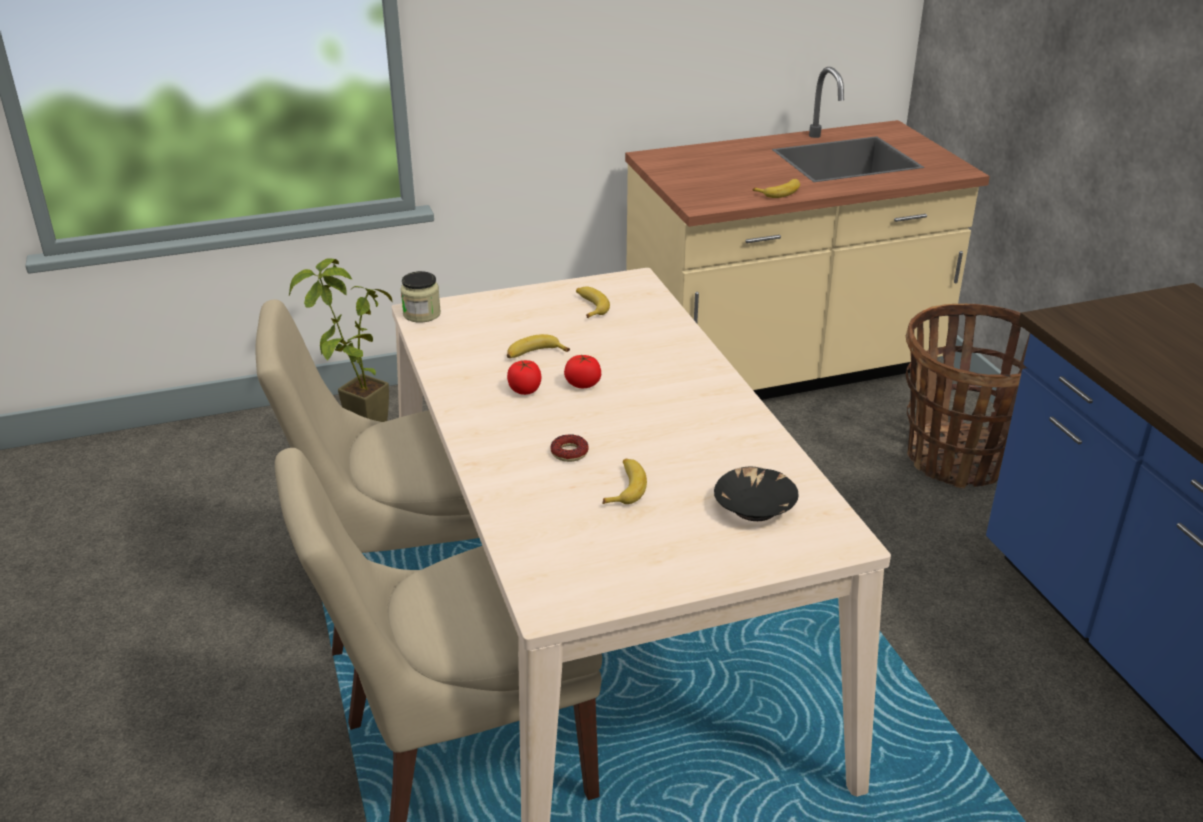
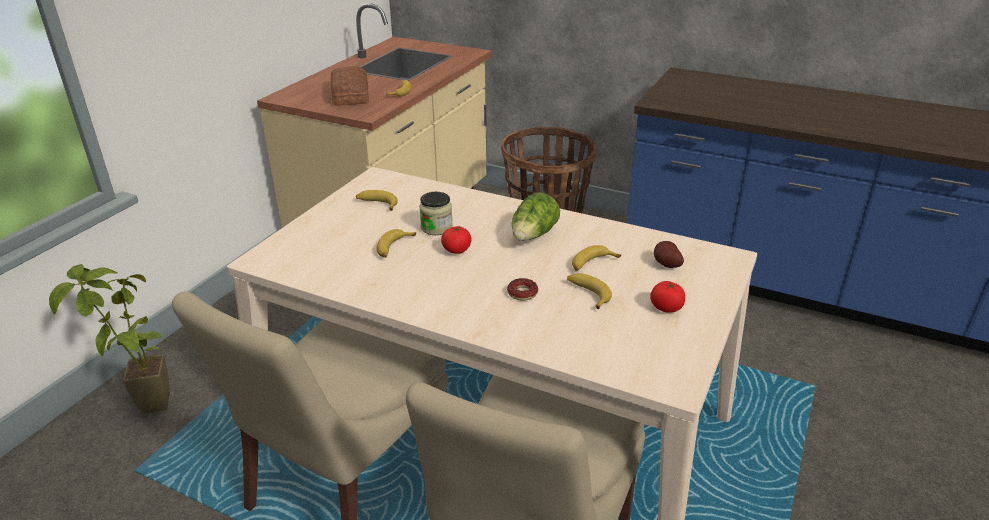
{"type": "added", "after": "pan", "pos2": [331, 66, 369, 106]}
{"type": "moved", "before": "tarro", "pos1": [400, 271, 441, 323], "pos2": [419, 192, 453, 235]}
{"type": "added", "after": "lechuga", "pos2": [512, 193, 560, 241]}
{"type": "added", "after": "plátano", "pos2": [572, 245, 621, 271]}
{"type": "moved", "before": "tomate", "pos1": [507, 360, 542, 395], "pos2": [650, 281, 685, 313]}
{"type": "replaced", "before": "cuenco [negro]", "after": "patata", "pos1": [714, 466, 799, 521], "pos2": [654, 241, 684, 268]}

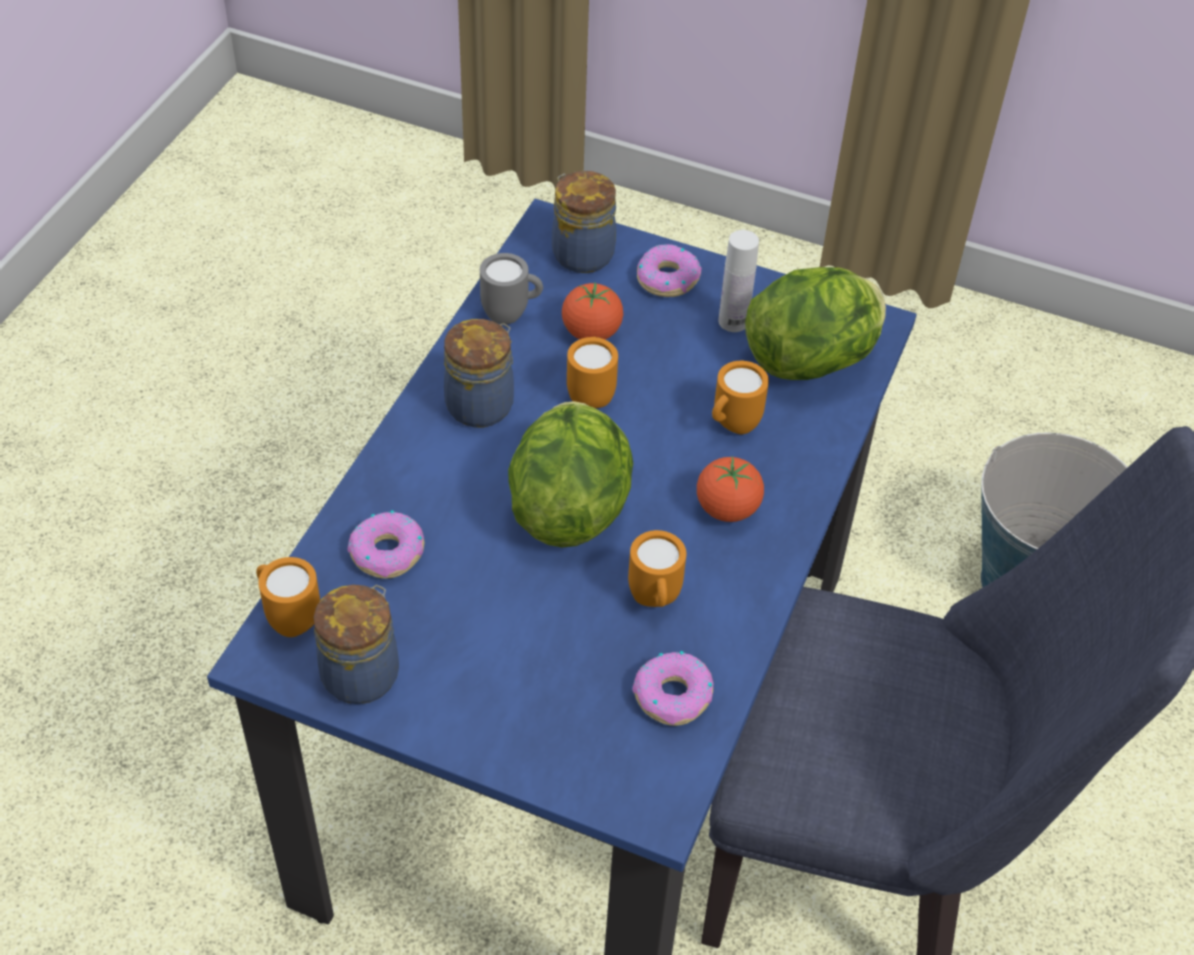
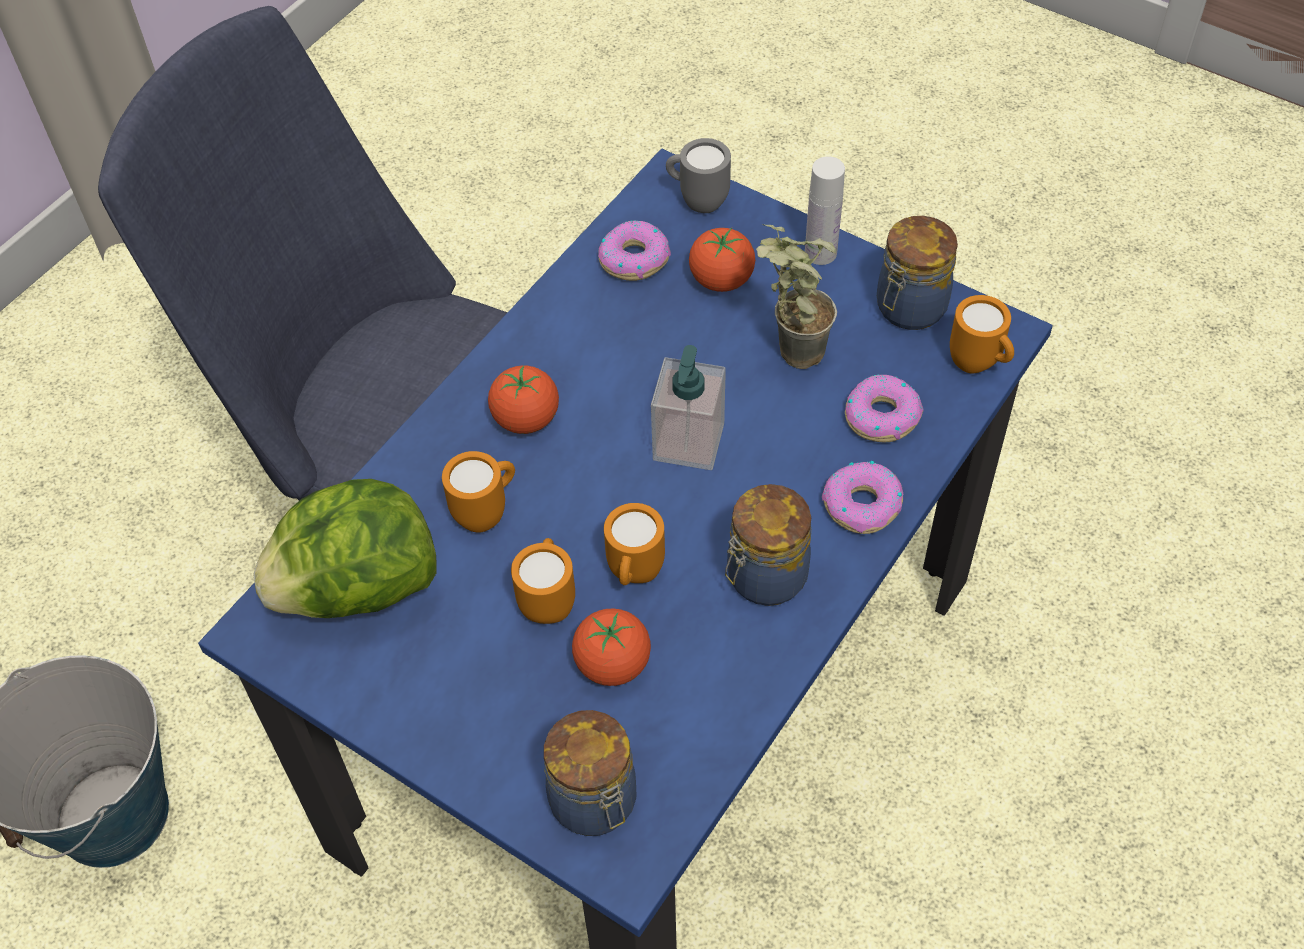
{"type": "moved", "before": "taza grande [naranja]", "pos1": [628, 530, 686, 607], "pos2": [511, 538, 575, 624]}
{"type": "replaced", "before": "lechuga", "after": "dispensador de jabón", "pos1": [508, 401, 633, 547], "pos2": [651, 345, 726, 470]}
{"type": "moved", "before": "taza grande [gris]", "pos1": [480, 253, 543, 324], "pos2": [666, 138, 731, 213]}
{"type": "added", "after": "tomate", "pos2": [689, 228, 755, 292]}
{"type": "added", "after": "planta en maceta", "pos2": [756, 224, 837, 369]}
{"type": "moved", "before": "botella [blanco]", "pos1": [718, 230, 759, 332], "pos2": [805, 156, 845, 265]}
{"type": "moved", "before": "rosquilla", "pos1": [637, 244, 702, 297], "pos2": [822, 461, 903, 534]}

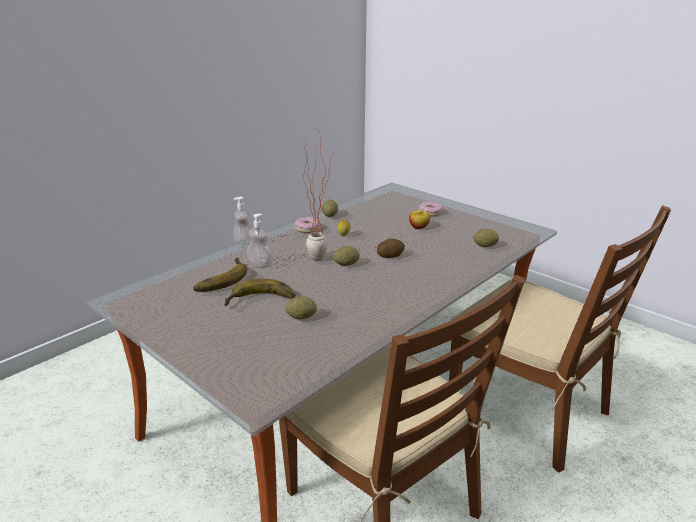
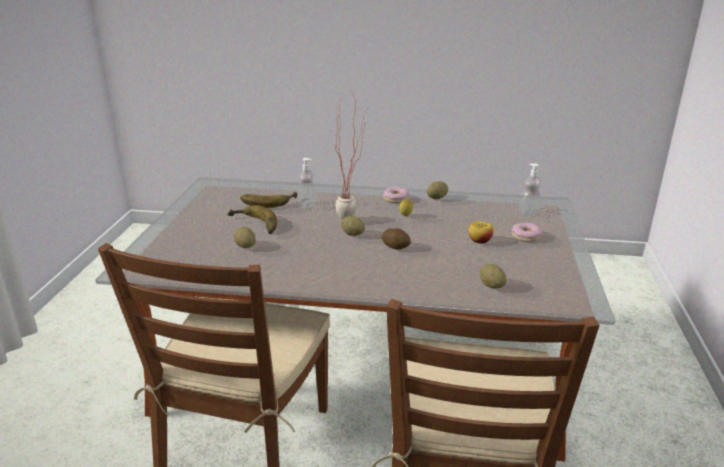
{"type": "moved", "before": "dispensador de jabón", "pos1": [233, 197, 252, 248], "pos2": [519, 164, 542, 215]}

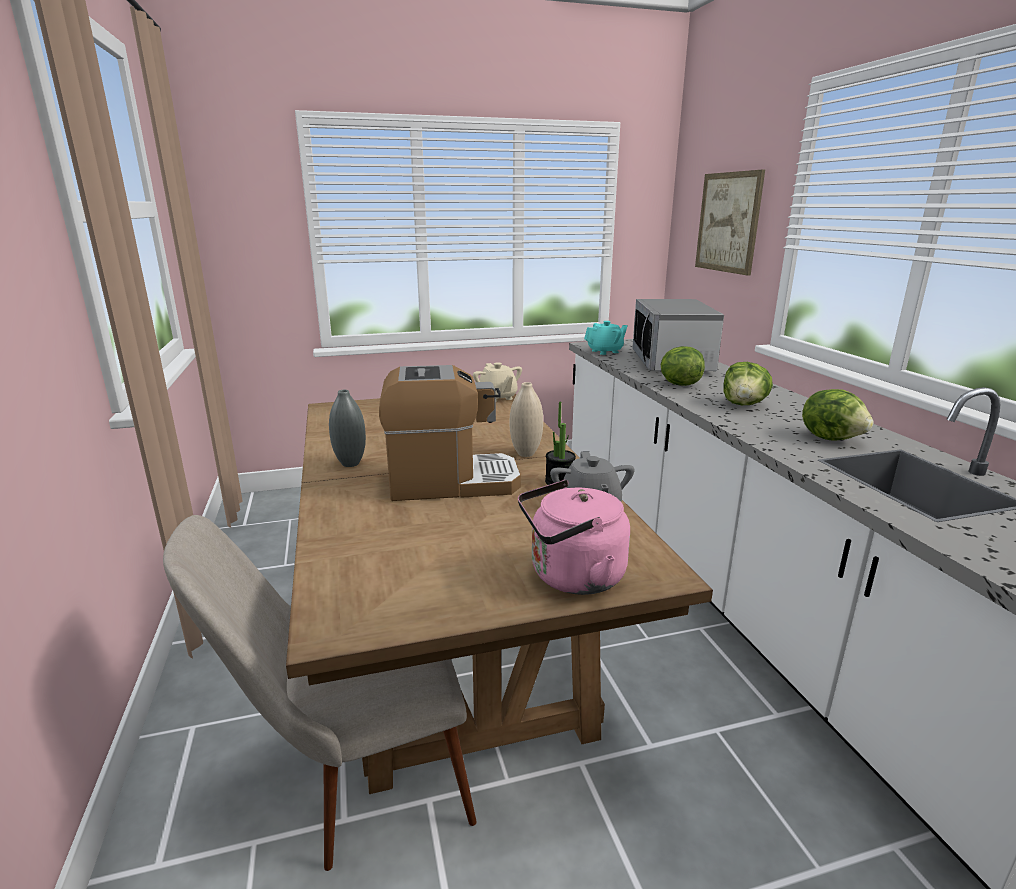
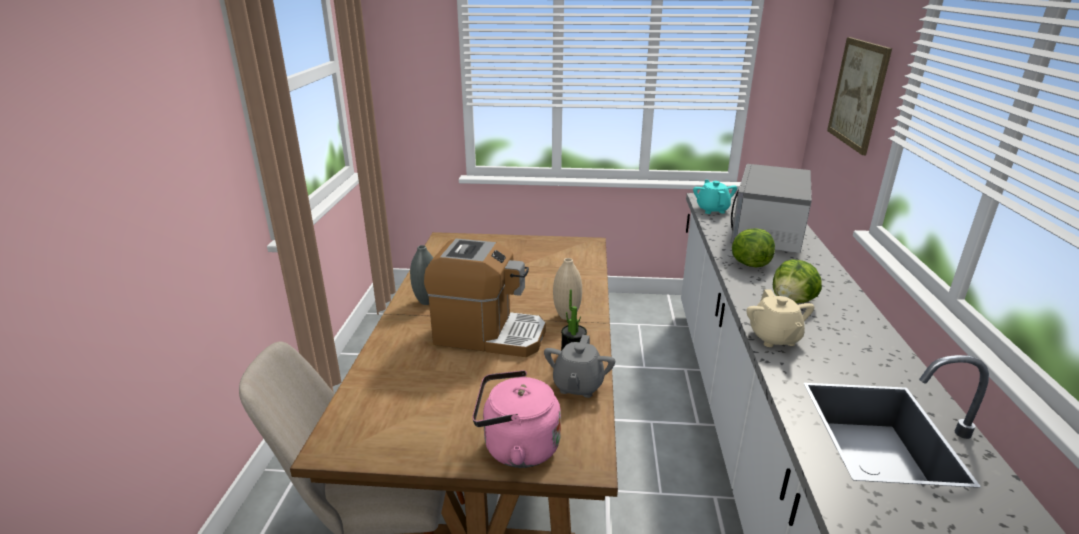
{"type": "turned", "before": "tetera [turquesa]", "pos1": [584, 321, 628, 355], "pos2": [693, 180, 737, 214], "turn": -90}
{"type": "moved", "before": "tetera [beis]", "pos1": [473, 362, 522, 402], "pos2": [747, 289, 814, 347]}
{"type": "removed", "before": "lechuga", "pos1": [802, 389, 873, 441]}

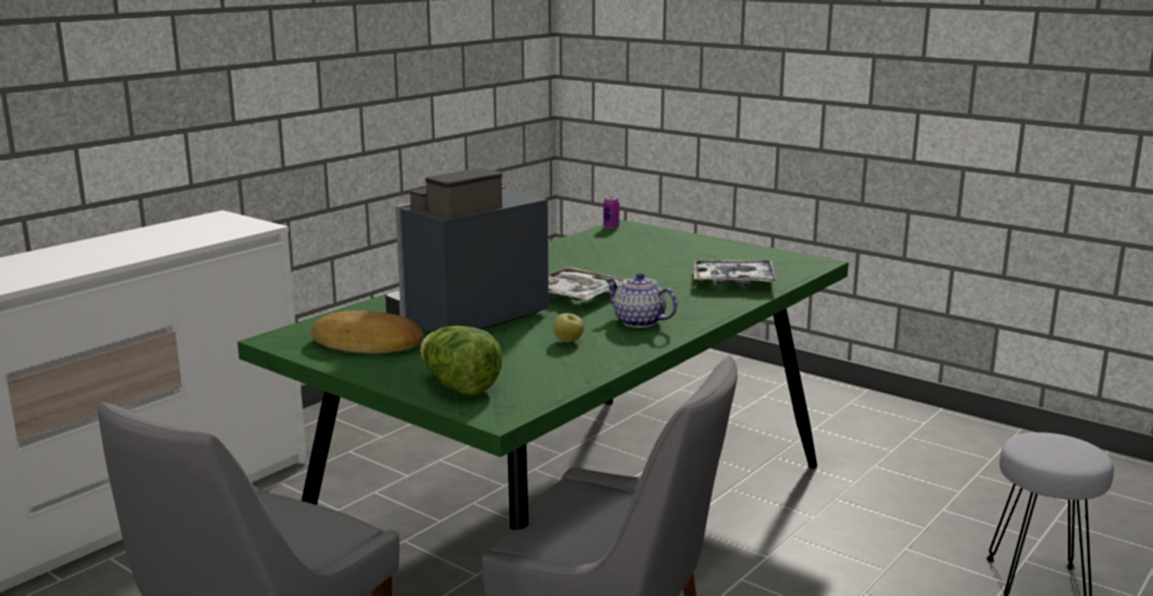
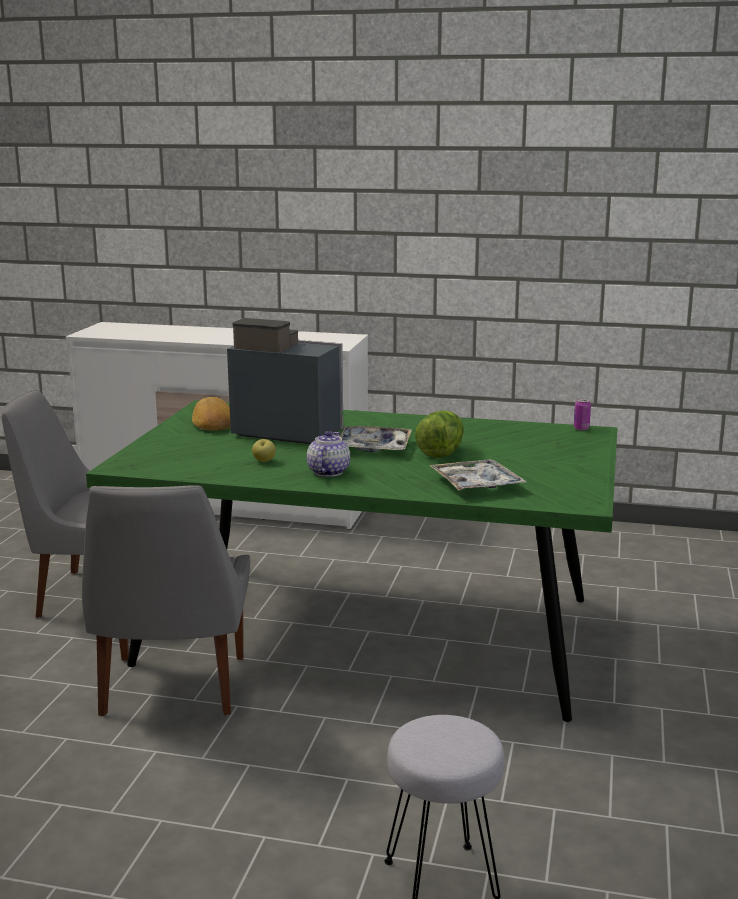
{"type": "moved", "before": "lechuga", "pos1": [420, 326, 502, 397], "pos2": [415, 410, 464, 458]}

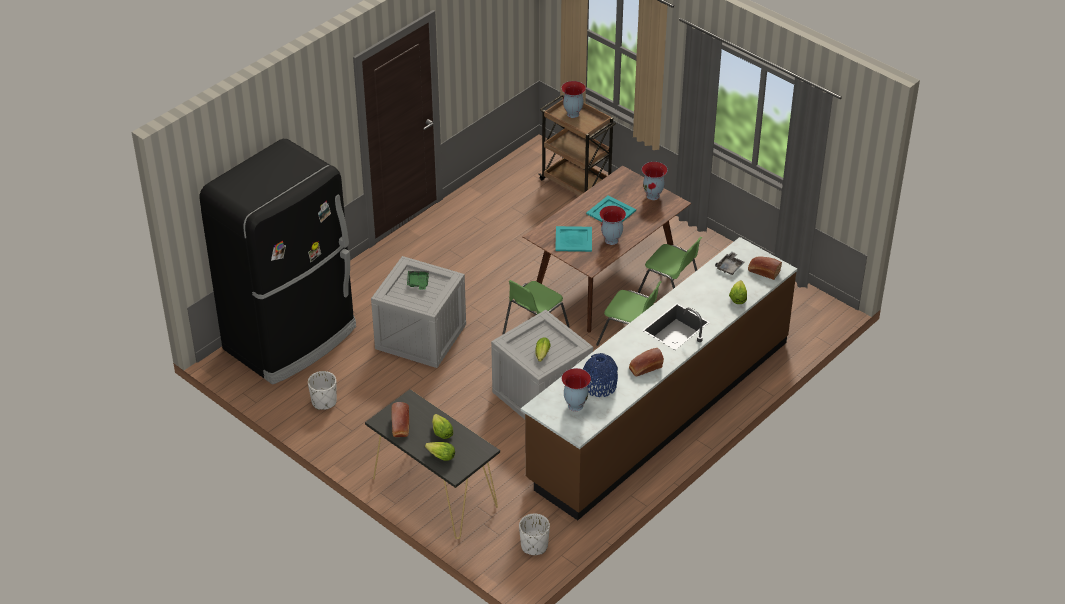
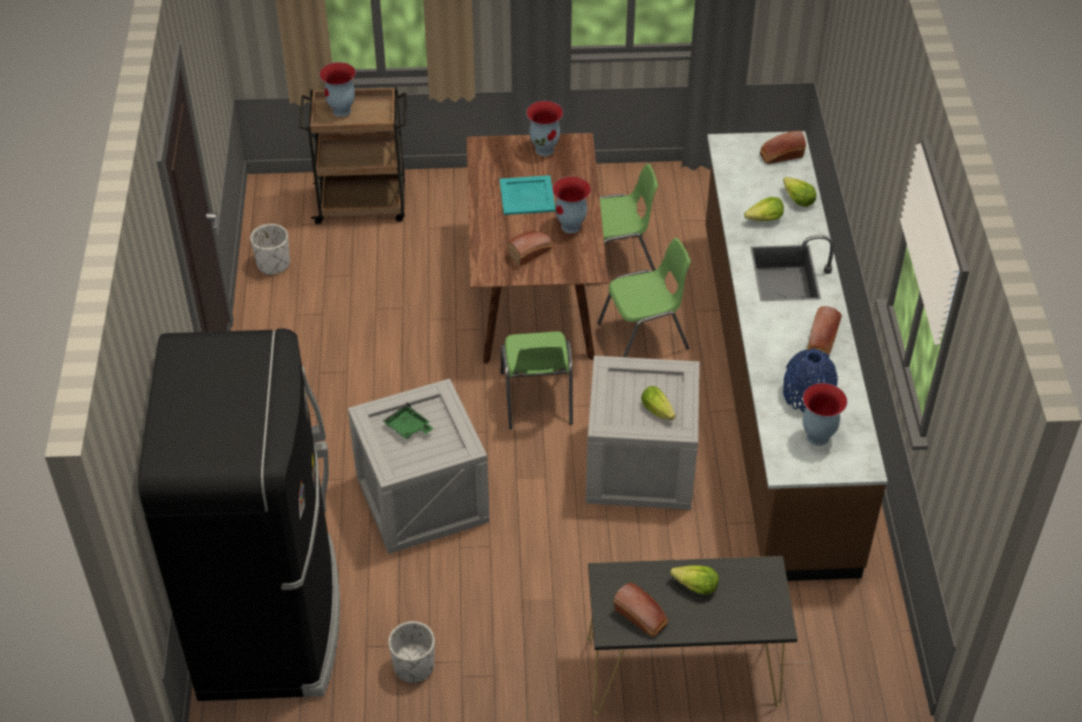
{"type": "moved", "before": "maceta [blanco]", "pos1": [519, 513, 550, 555], "pos2": [250, 224, 290, 275]}
{"type": "replaced", "before": "bandeja [turquesa]", "after": "pan", "pos1": [555, 226, 592, 252], "pos2": [507, 231, 552, 266]}
{"type": "moved", "before": "lechuga", "pos1": [425, 442, 455, 461], "pos2": [744, 197, 784, 221]}
{"type": "removed", "before": "bandeja [gris]", "pos1": [715, 252, 744, 275]}

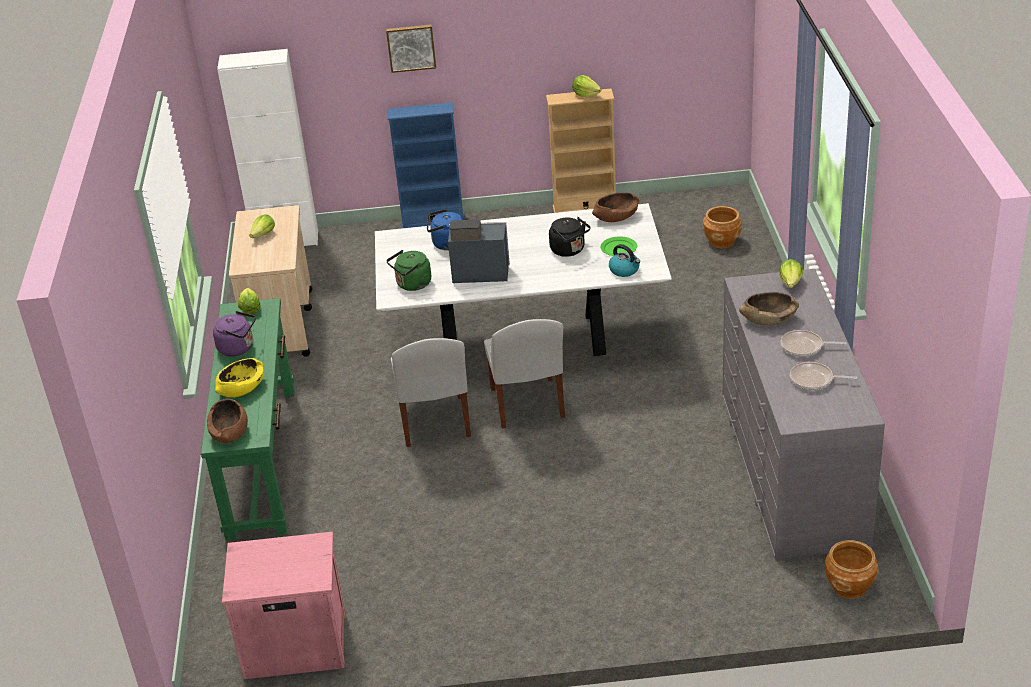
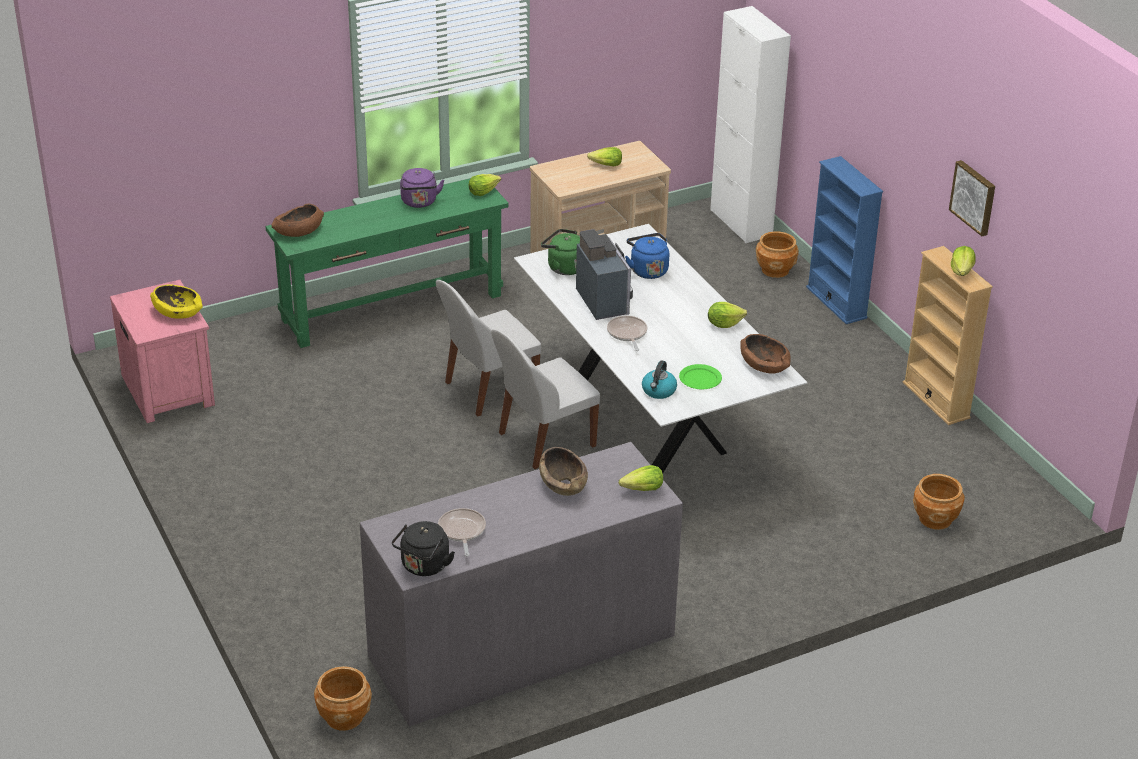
{"type": "moved", "before": "cuenco [amarillo]", "pos1": [215, 358, 264, 397], "pos2": [150, 284, 203, 319]}
{"type": "moved", "before": "hervidor [negro]", "pos1": [549, 217, 591, 257], "pos2": [392, 521, 455, 576]}
{"type": "moved", "before": "sartén", "pos1": [781, 330, 846, 357], "pos2": [607, 316, 647, 351]}
{"type": "added", "after": "lechuga", "pos2": [708, 302, 747, 328]}
{"type": "added", "after": "maceta [marrón]", "pos2": [756, 231, 799, 278]}
{"type": "moved", "before": "cuadro", "pos1": [386, 24, 436, 73], "pos2": [949, 160, 995, 236]}

